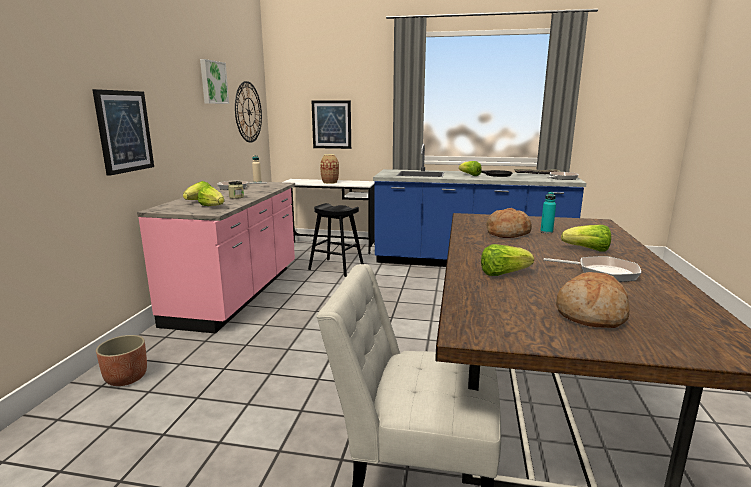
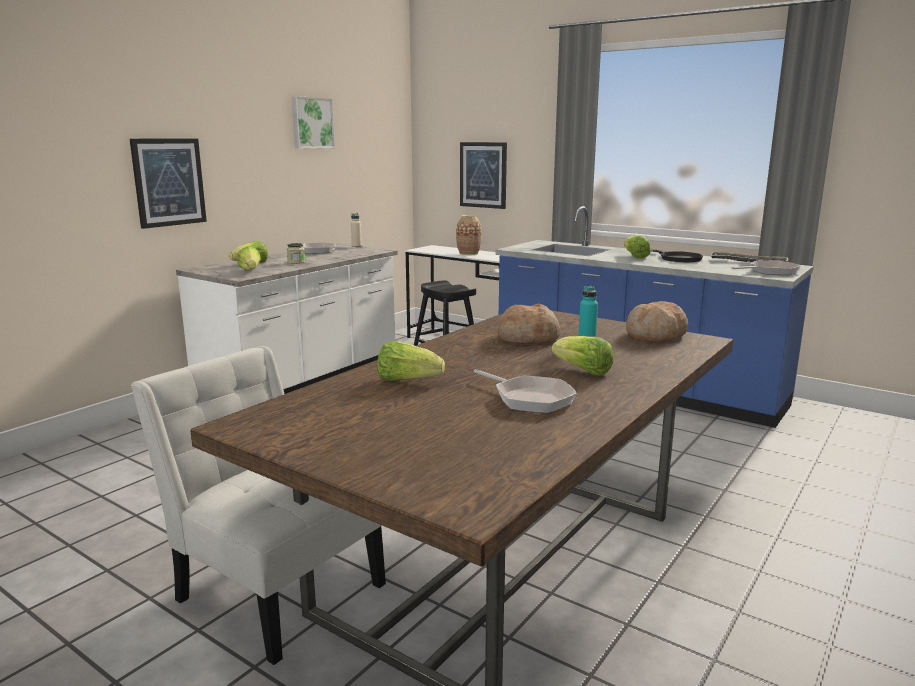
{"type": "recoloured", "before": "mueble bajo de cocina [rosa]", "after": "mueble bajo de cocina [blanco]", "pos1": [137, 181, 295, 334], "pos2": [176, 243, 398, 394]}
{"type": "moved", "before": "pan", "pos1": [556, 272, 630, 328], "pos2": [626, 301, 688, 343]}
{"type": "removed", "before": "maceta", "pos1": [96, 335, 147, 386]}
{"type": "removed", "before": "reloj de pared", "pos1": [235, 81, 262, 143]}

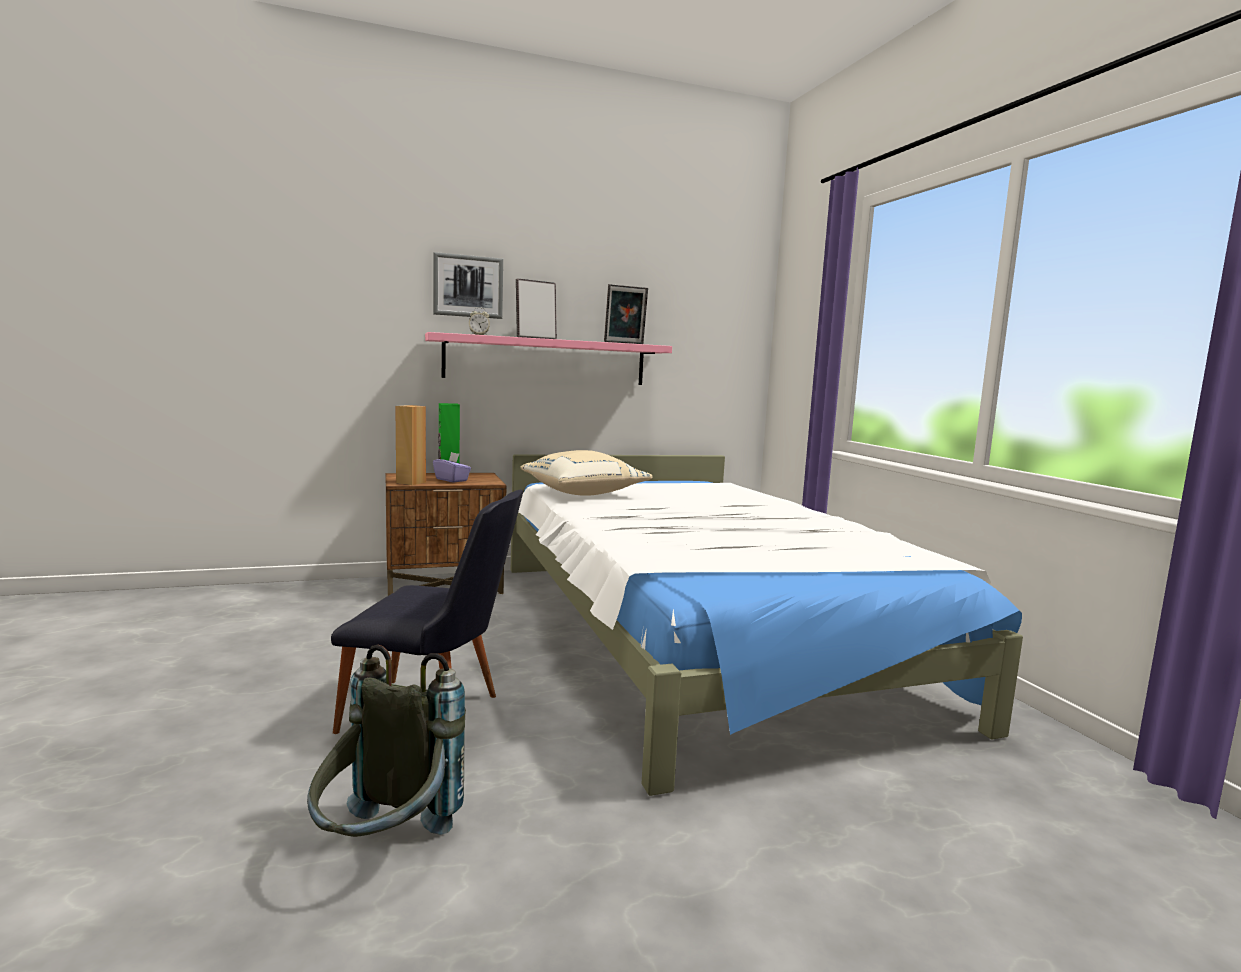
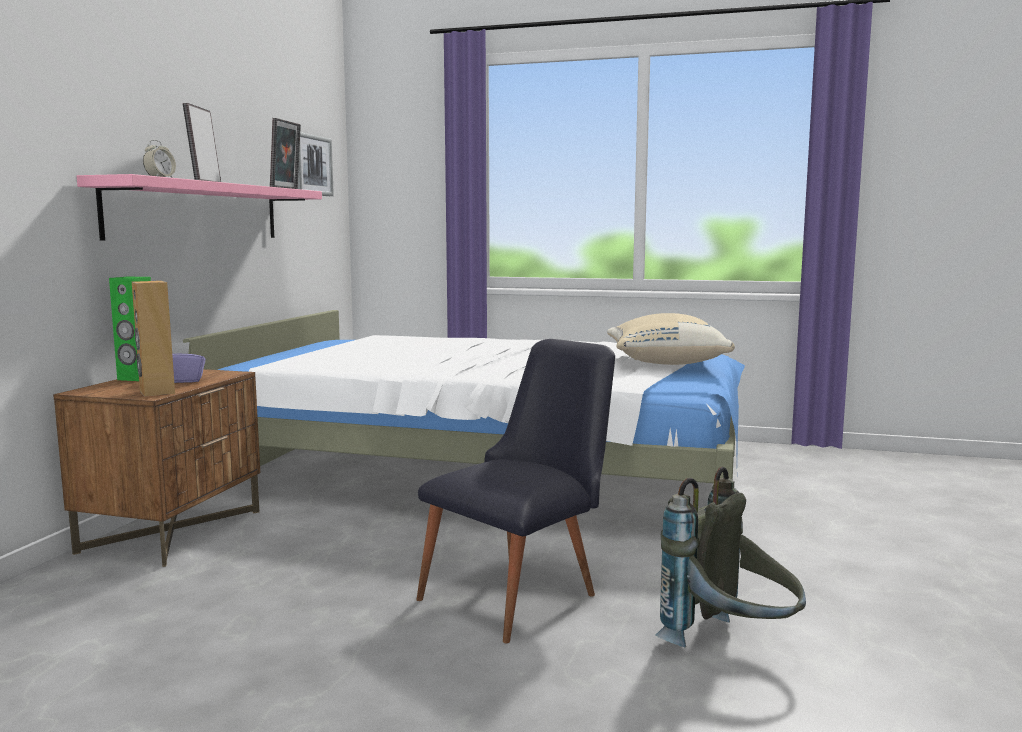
{"type": "moved", "before": "cuadro", "pos1": [433, 252, 503, 319], "pos2": [298, 132, 334, 196]}
{"type": "moved", "before": "cojín [beis]", "pos1": [520, 450, 653, 496], "pos2": [607, 313, 735, 365]}

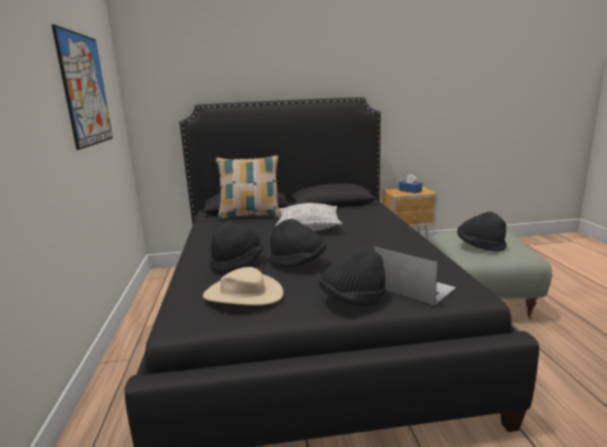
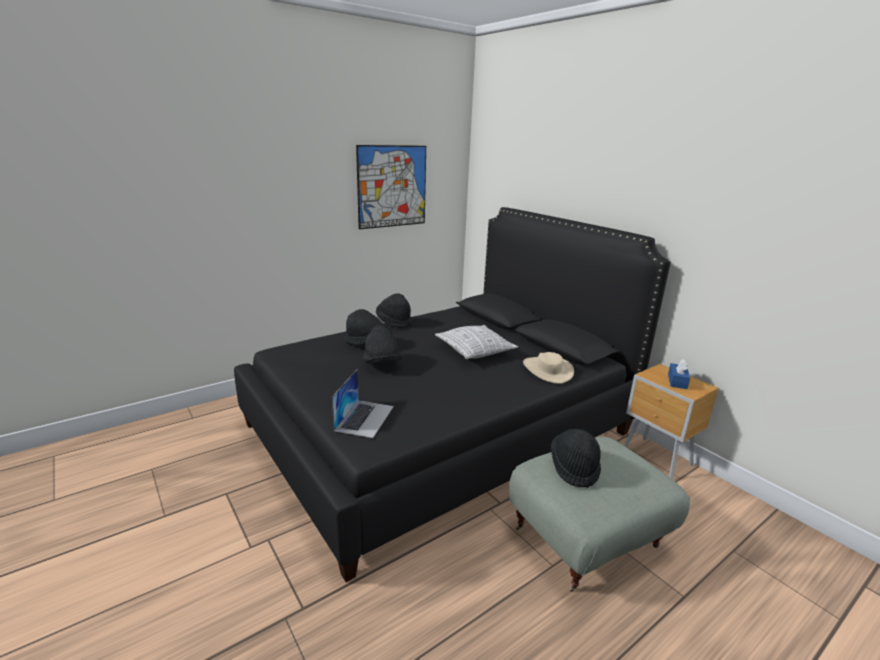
{"type": "moved", "before": "sombrero [negro]", "pos1": [319, 246, 388, 306], "pos2": [376, 293, 412, 328]}
{"type": "moved", "before": "sombrero [beis]", "pos1": [203, 267, 283, 305], "pos2": [523, 352, 574, 384]}
{"type": "removed", "before": "cojín", "pos1": [216, 155, 280, 220]}

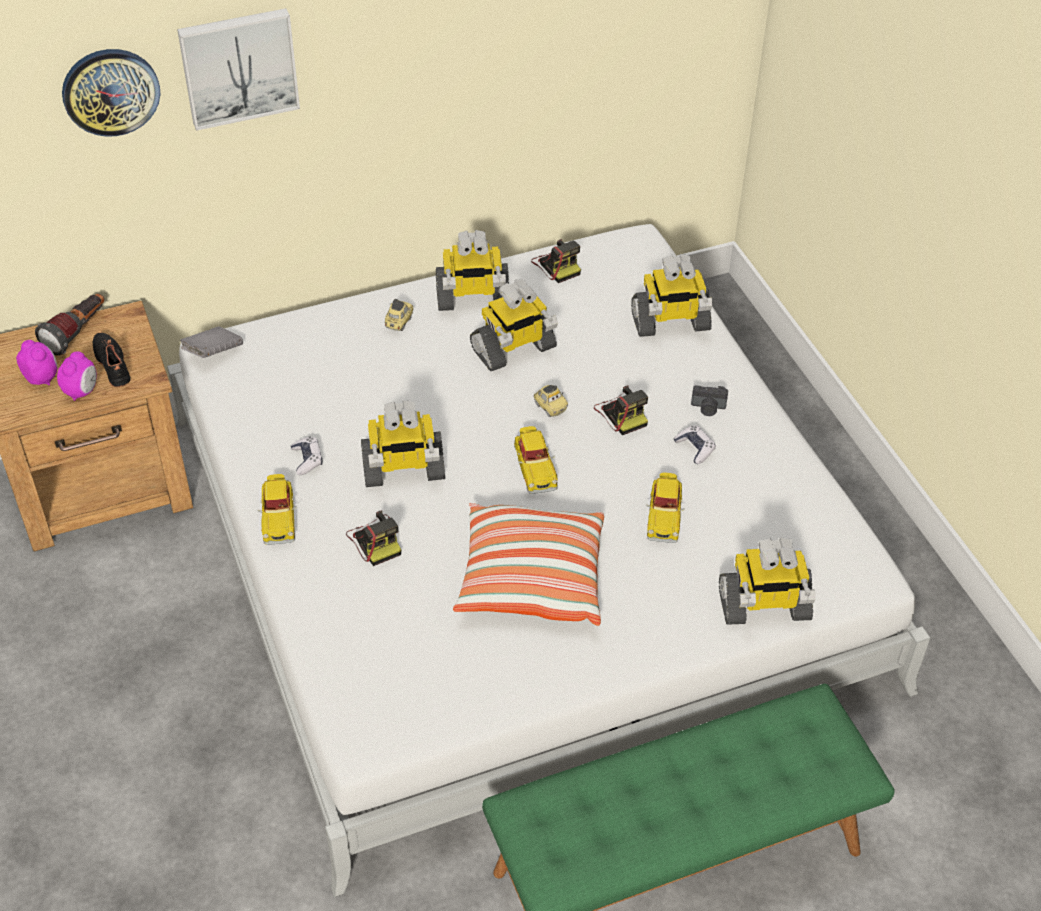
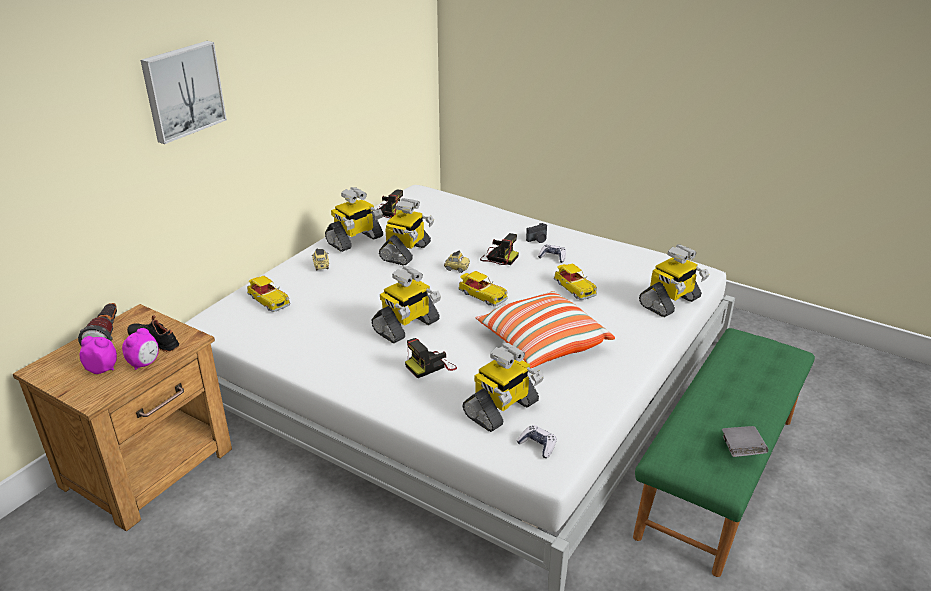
{"type": "turned", "before": "despertador", "pos1": [57, 351, 97, 401], "pos2": [122, 328, 159, 370], "turn": 45}
{"type": "moved", "before": "coche de juguete", "pos1": [257, 474, 297, 545], "pos2": [247, 276, 290, 312]}
{"type": "turned", "before": "cámara", "pos1": [346, 510, 401, 566], "pos2": [405, 338, 457, 378], "turn": 120}
{"type": "moved", "before": "robot de juguete", "pos1": [631, 254, 712, 337], "pos2": [463, 343, 544, 432]}
{"type": "moved", "before": "mando de consola", "pos1": [291, 437, 323, 475], "pos2": [517, 425, 557, 458]}
{"type": "moved", "before": "libro [gris]", "pos1": [180, 327, 243, 358], "pos2": [722, 426, 768, 457]}
{"type": "removed", "before": "reloj de pared", "pos1": [62, 49, 160, 137]}

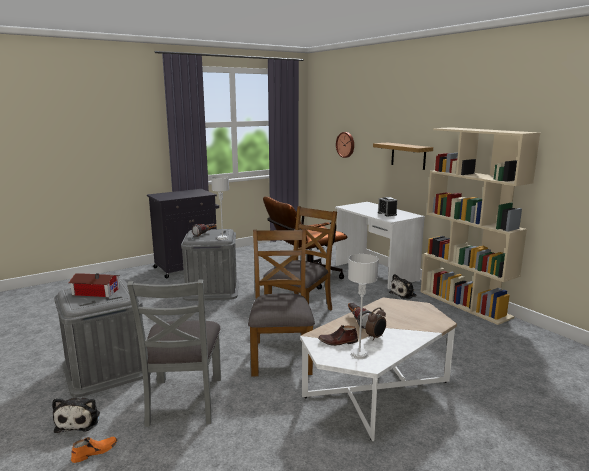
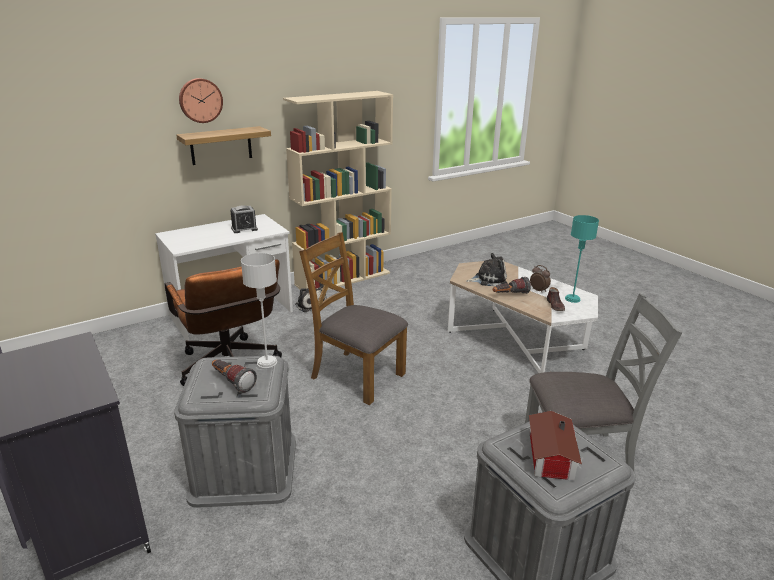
{"type": "moved", "before": "reloj de pared", "pos1": [336, 132, 354, 158], "pos2": [179, 78, 223, 123]}
{"type": "moved", "before": "peluche", "pos1": [52, 397, 100, 433], "pos2": [466, 253, 507, 286]}
{"type": "recoloured", "before": "lámpara de mesa [gris]", "after": "lámpara de mesa [turquesa]", "pos1": [348, 254, 379, 359], "pos2": [565, 215, 599, 303]}
{"type": "removed", "before": "zapato [naranja]", "pos1": [71, 437, 118, 463]}
{"type": "removed", "before": "silla [marrón]", "pos1": [248, 229, 315, 376]}

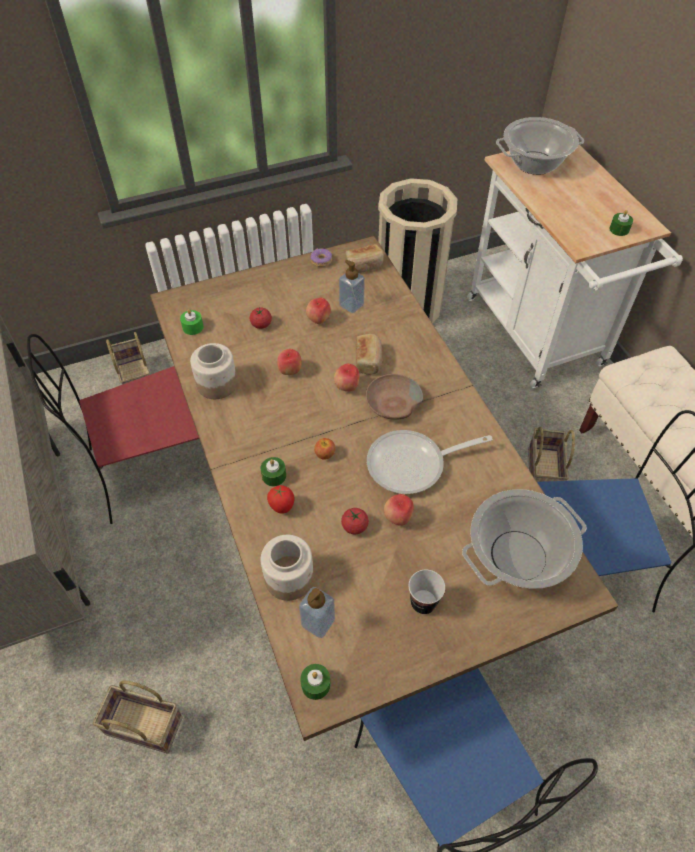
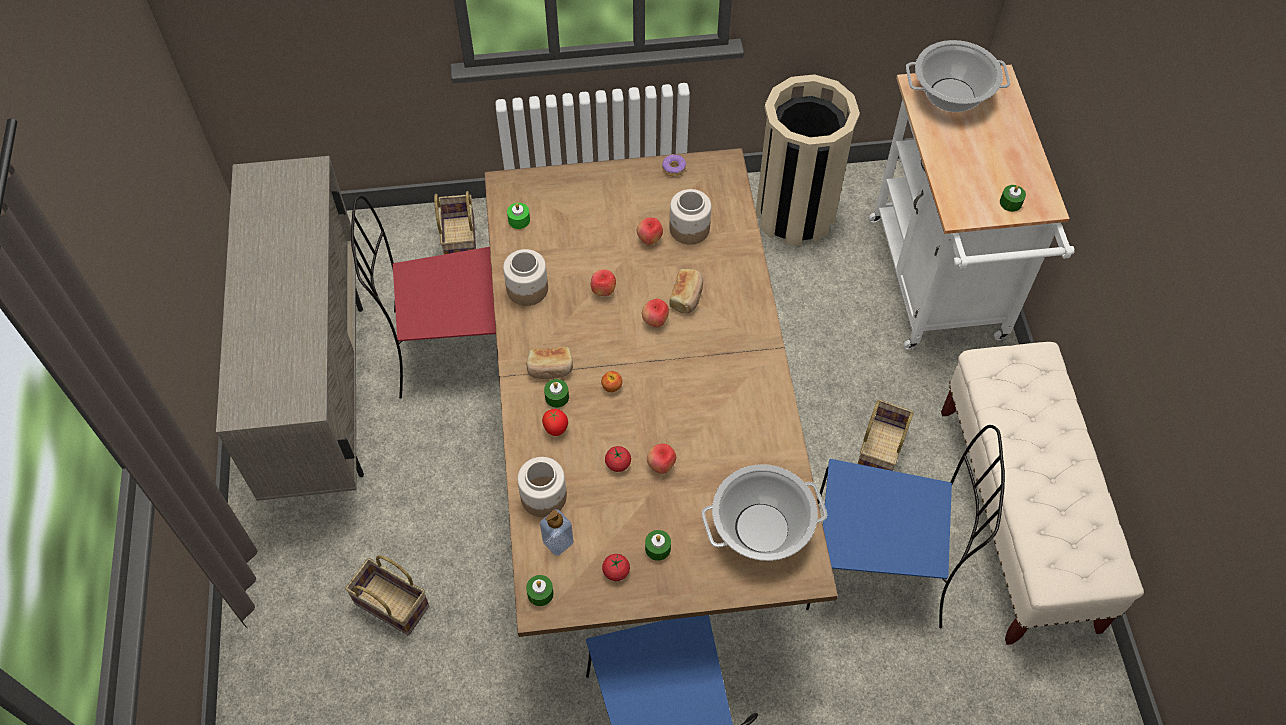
{"type": "moved", "before": "pan", "pos1": [345, 244, 384, 273], "pos2": [526, 347, 573, 379]}
{"type": "moved", "before": "tomate", "pos1": [250, 307, 272, 329], "pos2": [602, 554, 630, 581]}
{"type": "replaced", "before": "taza", "after": "vela [verde]", "pos1": [409, 570, 445, 614], "pos2": [645, 530, 671, 561]}
{"type": "replaced", "before": "dispensador de jabón", "after": "tarro", "pos1": [339, 260, 365, 313], "pos2": [670, 189, 711, 245]}
{"type": "removed", "before": "cuenco [marrón]", "pos1": [366, 374, 423, 420]}
{"type": "removed", "before": "sartén", "pos1": [367, 430, 493, 494]}

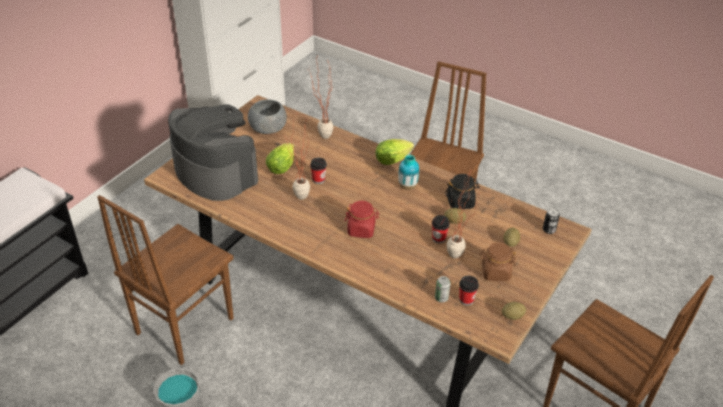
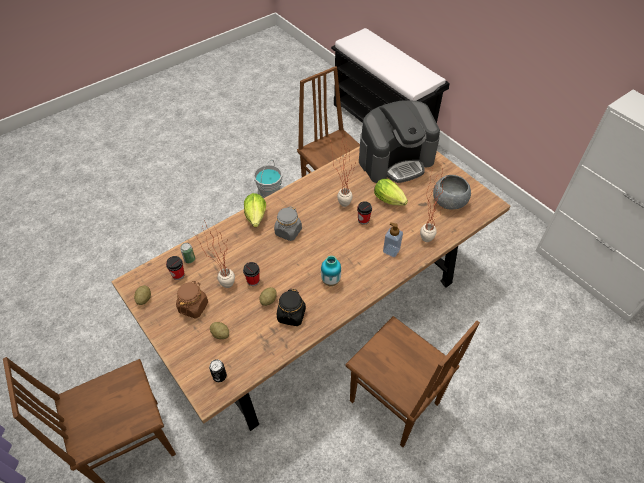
{"type": "moved", "before": "lechuga", "pos1": [376, 139, 414, 165], "pos2": [244, 193, 266, 227]}
{"type": "recoloured", "before": "tarro [rojo]", "after": "tarro [gris]", "pos1": [345, 201, 379, 238], "pos2": [274, 206, 302, 241]}
{"type": "added", "after": "dispensador de jabón", "pos2": [383, 223, 403, 257]}

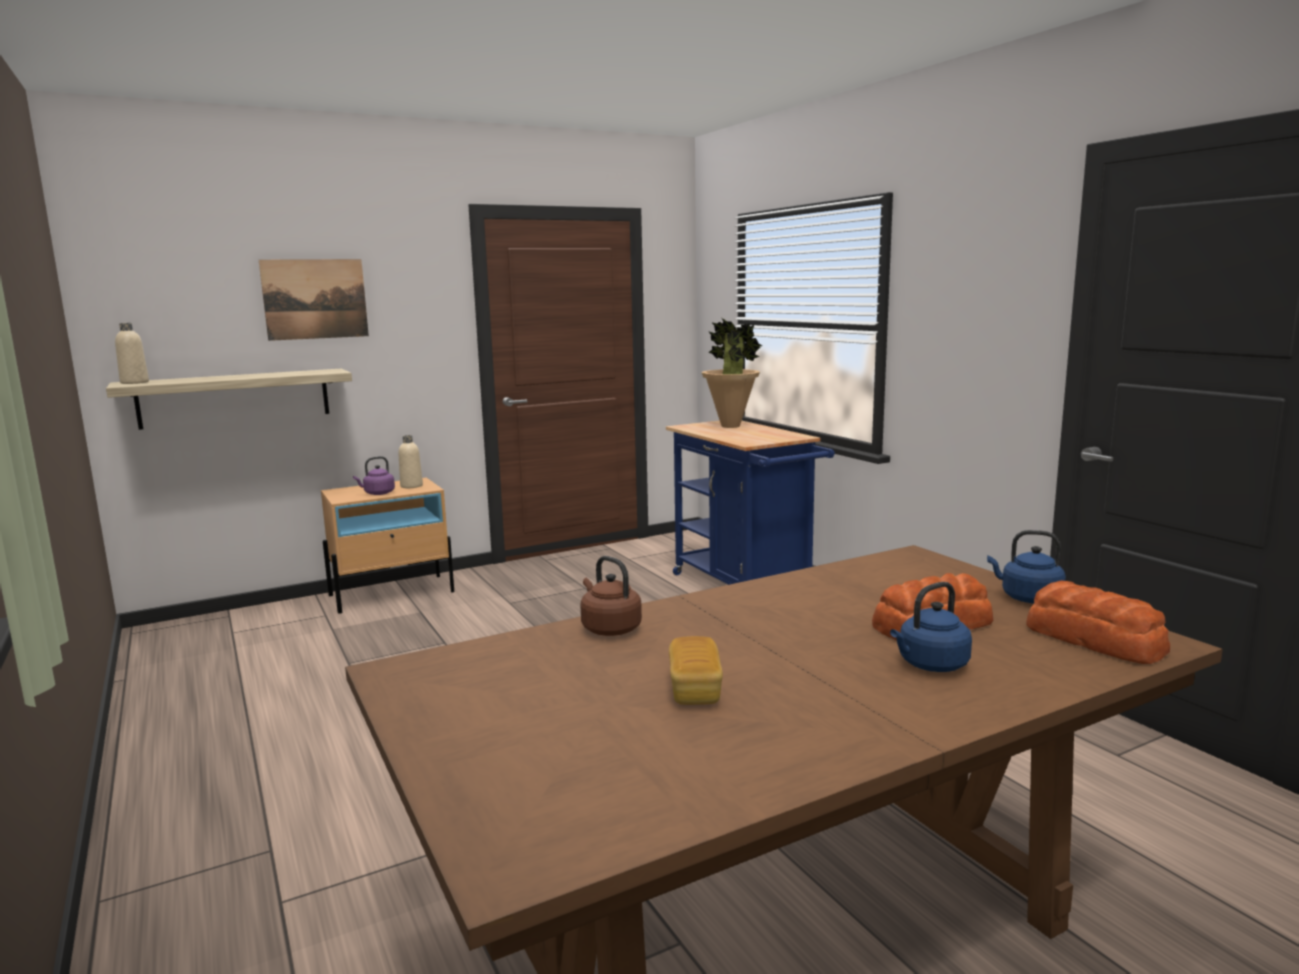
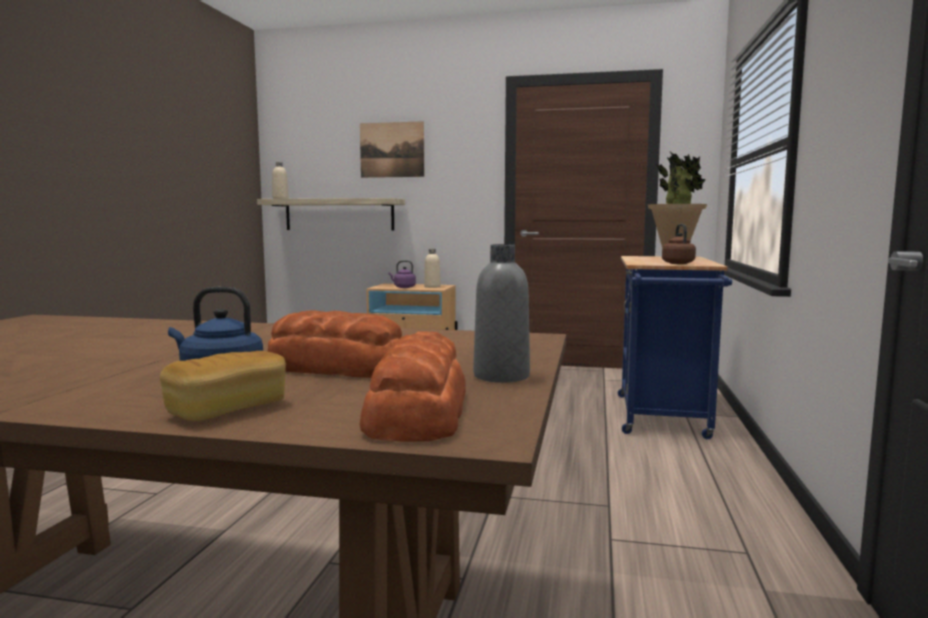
{"type": "moved", "before": "pan", "pos1": [669, 636, 723, 705], "pos2": [160, 351, 286, 421]}
{"type": "replaced", "before": "hervidor [azul]", "after": "botella [gris]", "pos1": [987, 530, 1066, 604], "pos2": [473, 244, 530, 383]}
{"type": "moved", "before": "hervidor [marrón]", "pos1": [580, 556, 642, 636], "pos2": [662, 224, 696, 264]}

